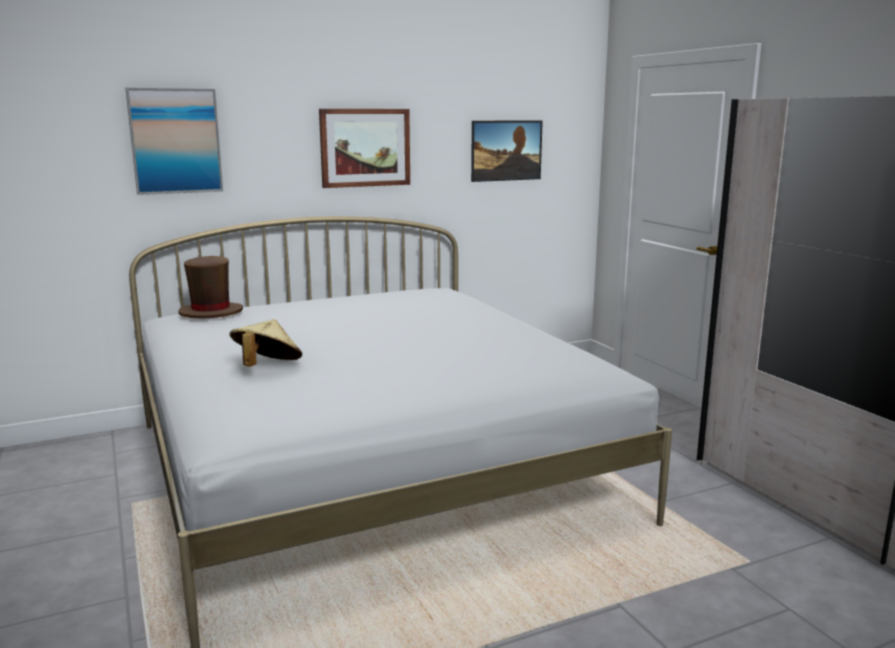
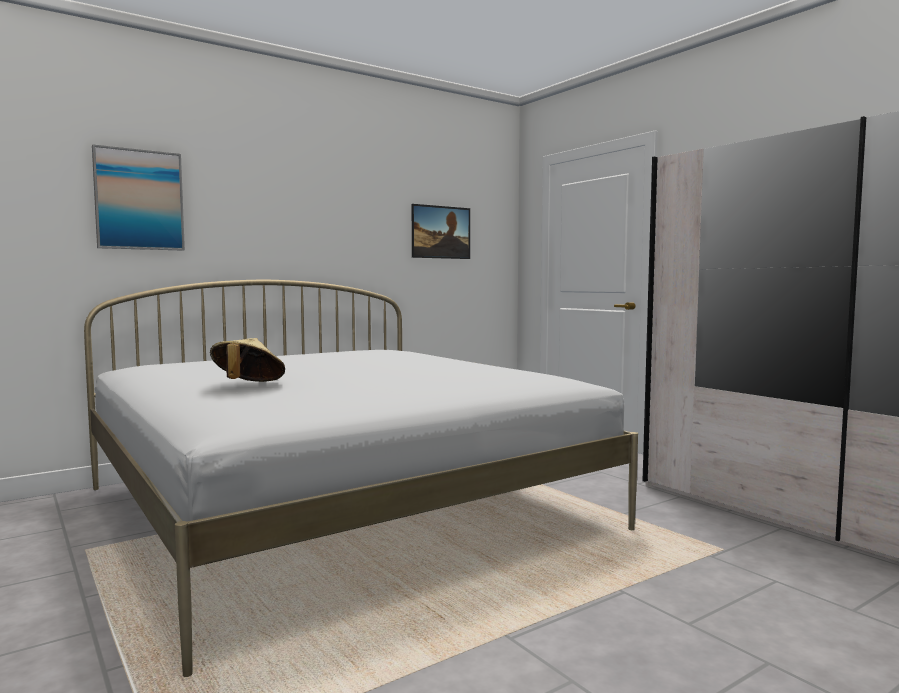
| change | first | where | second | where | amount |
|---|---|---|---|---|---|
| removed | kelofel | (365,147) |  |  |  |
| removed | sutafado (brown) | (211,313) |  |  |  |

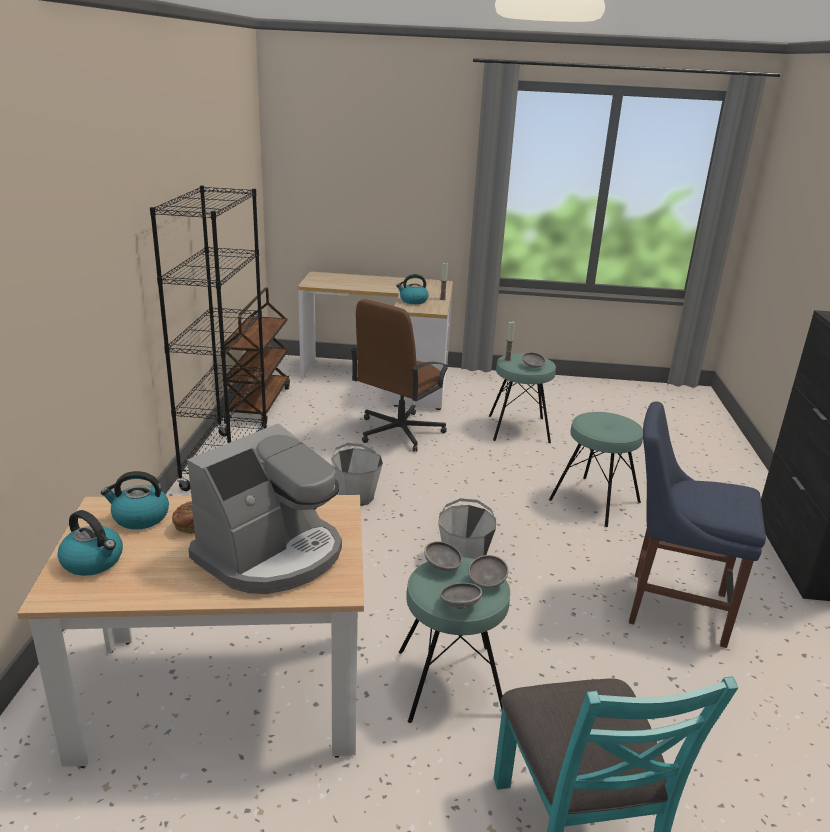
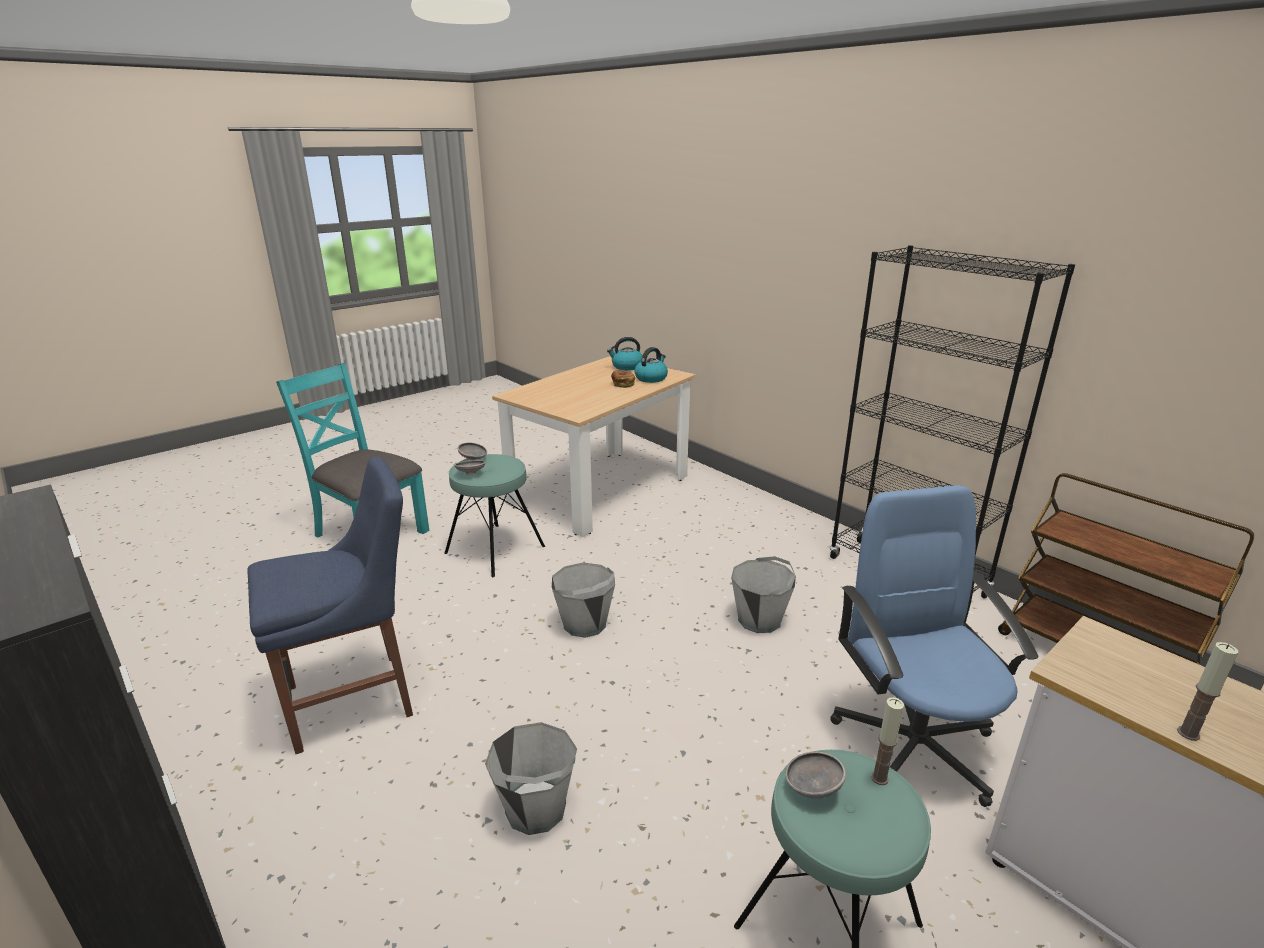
| change | first | where | second | where | amount |
|---|---|---|---|---|---|
| removed | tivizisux | (413,301) |  |  |  |
| recoloured | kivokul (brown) | (399,432) | kivokul (blue) | (914,744) |  |
| replaced | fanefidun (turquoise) | (594,501) | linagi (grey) | (535,808) |  |
| removed | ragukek | (271,554) |  |  |  |
| removed | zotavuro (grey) | (443,567) |  |  |  |

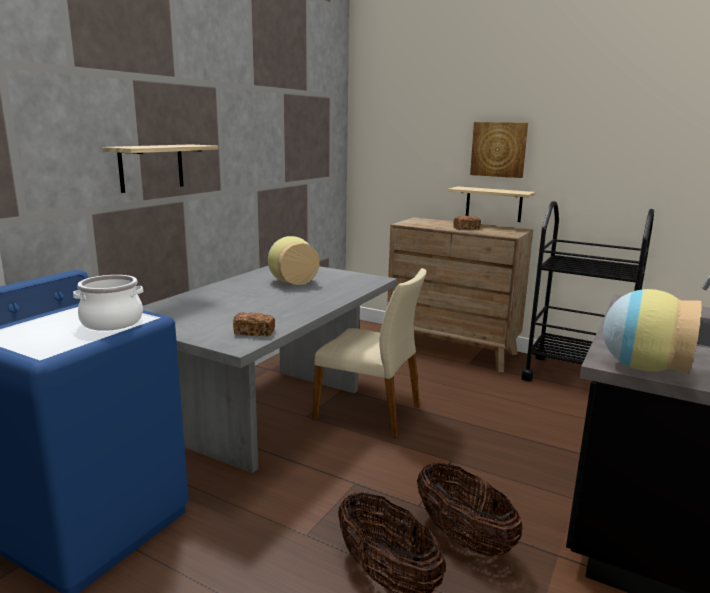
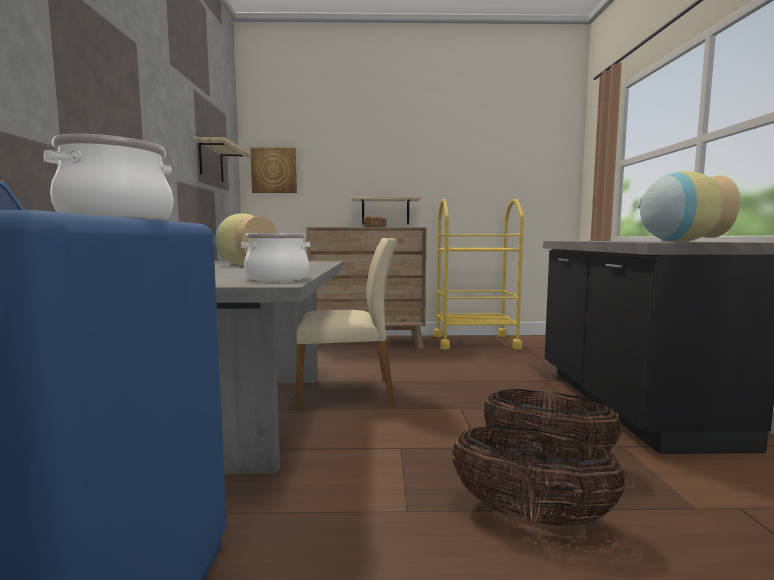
| change | first | where | second | where | amount |
|---|---|---|---|---|---|
| moved | kelofel | (498,149) |  | (274,170) |  |
| moved | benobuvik | (151,167) |  | (211,162) |  |
| recoloured | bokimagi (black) | (576,377) | bokimagi (yellow) | (475,342) |  |
| replaced | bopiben | (254,332) | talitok | (277,278) |  |

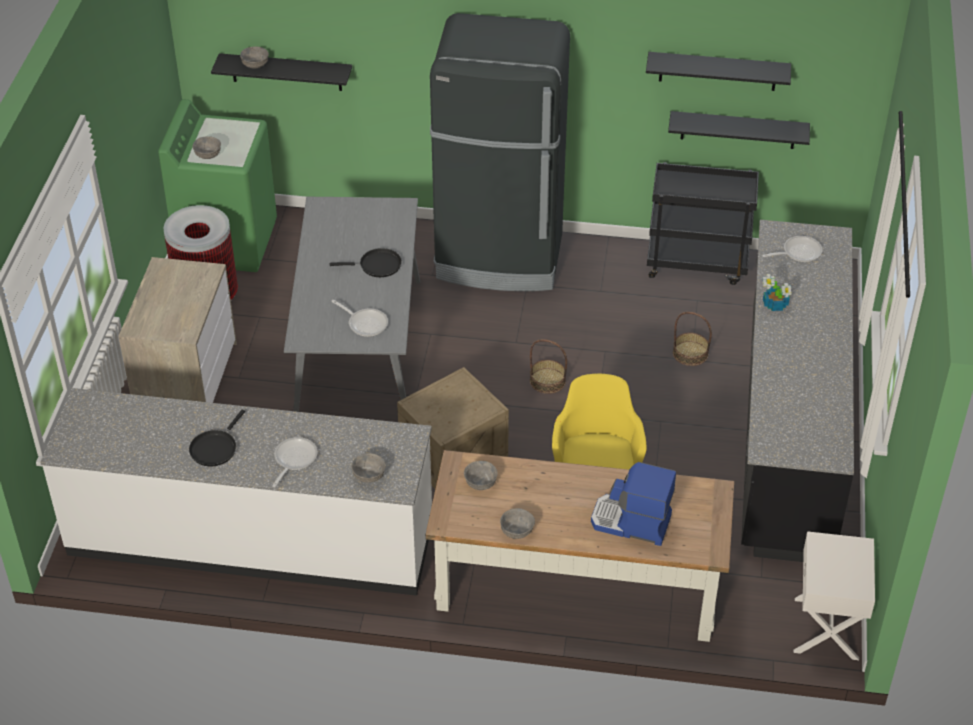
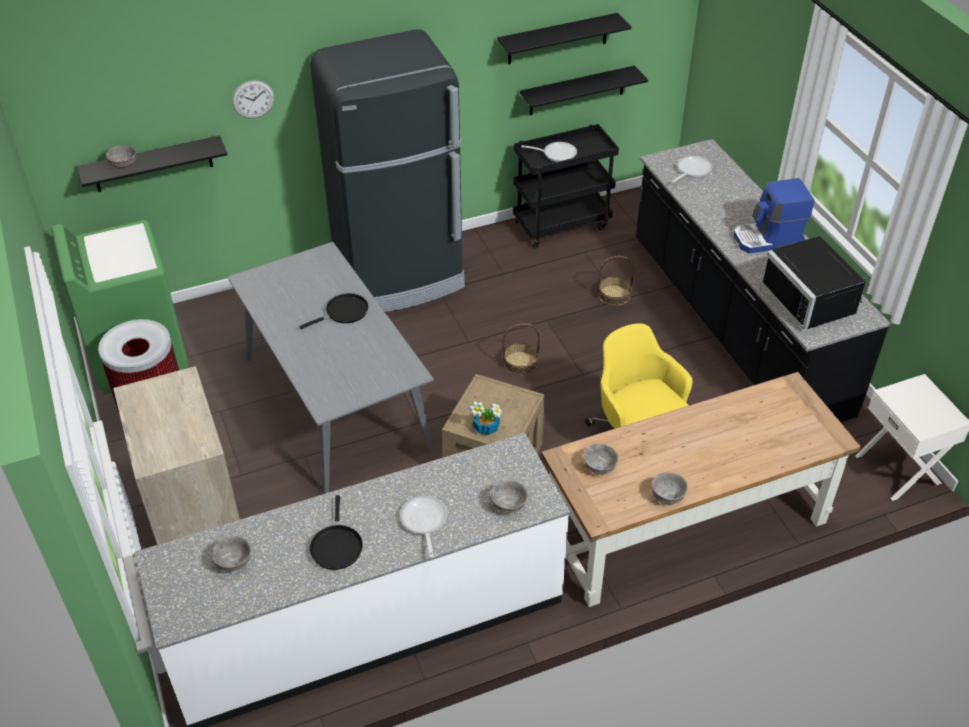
| change | first | where | second | where | amount |
|---|---|---|---|---|---|
| moved | zotavuro (grey) | (207,155) |  | (233,562) |  |
| moved | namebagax | (775,305) |  | (486,427) |  |
| moved | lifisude | (365,323) |  | (556,154) |  |
| moved | ragukek | (631,523) |  | (768,239) |  |
| added |  |  | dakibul | (253,99) |  |
| added |  |  | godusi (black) | (813,299) |  |

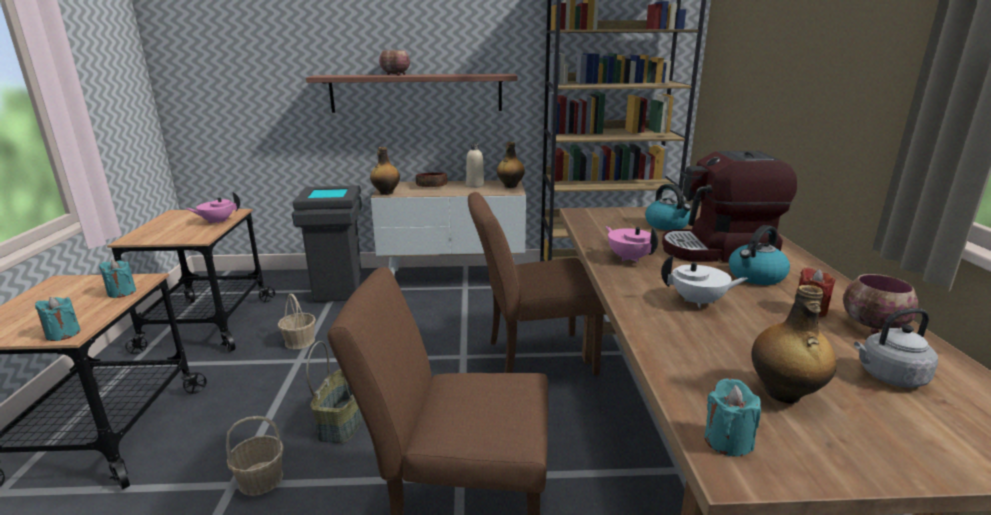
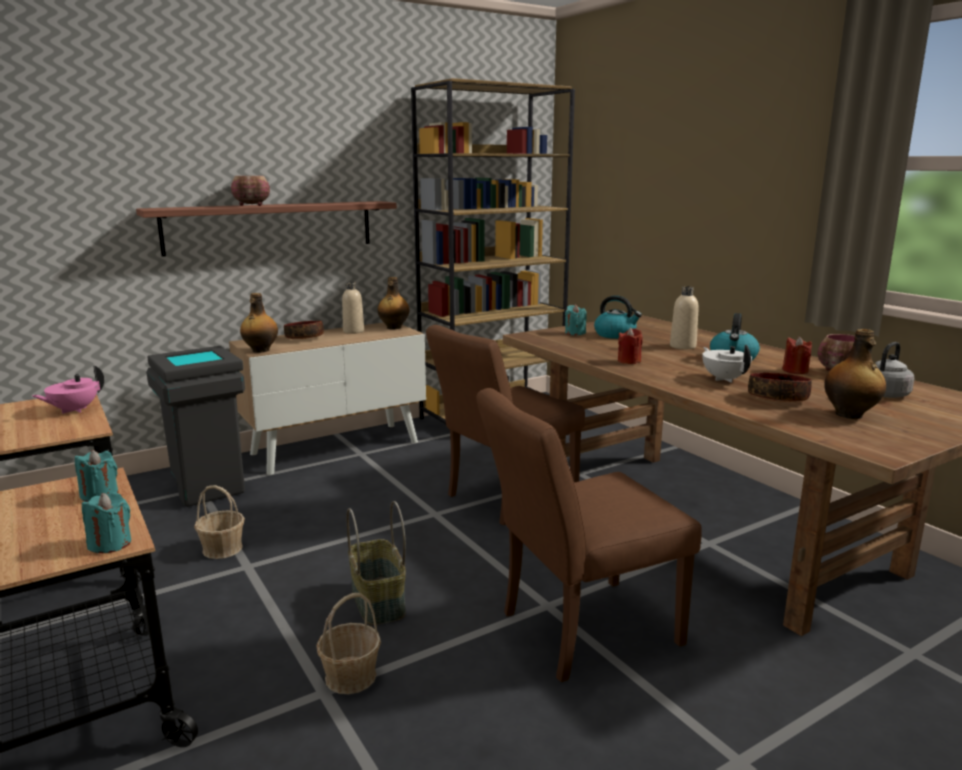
| change | first | where | second | where | amount |
|---|---|---|---|---|---|
| replaced | ragukek | (718,251) | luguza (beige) | (682,346) |  |
| replaced | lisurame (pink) | (629,258) | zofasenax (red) | (629,361) |  |
| turned | lisurame (white) | (698,302) |  | (724,379) | 90 degrees counterclockwise |
| moved | zofasenax (turquoise) | (727,441) |  | (575,333) |  |
| added |  |  | zotavuro | (778,399) |  |

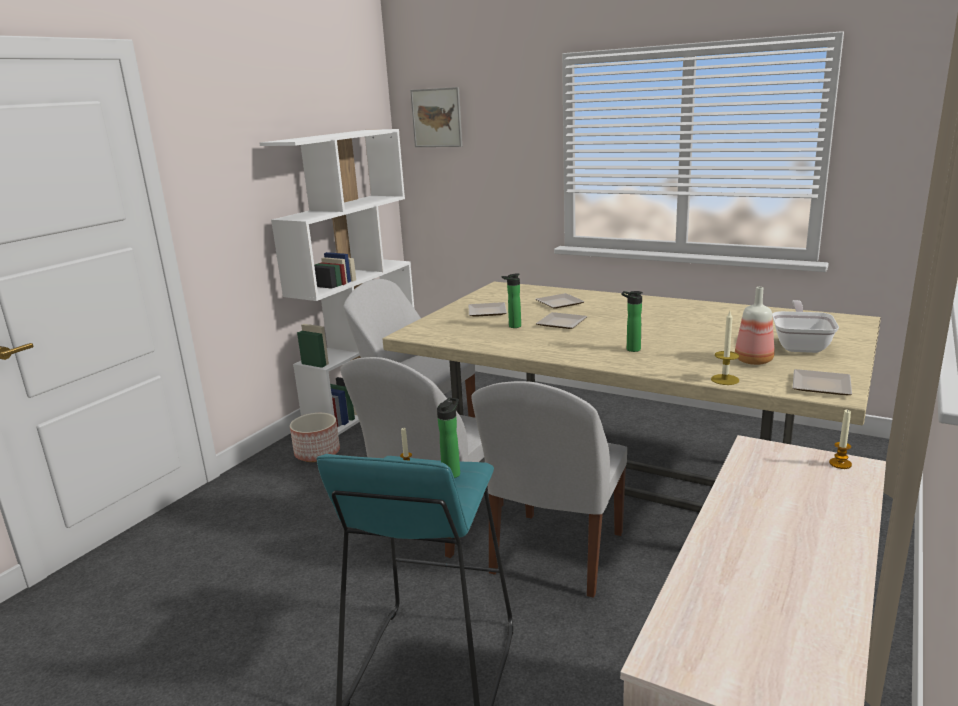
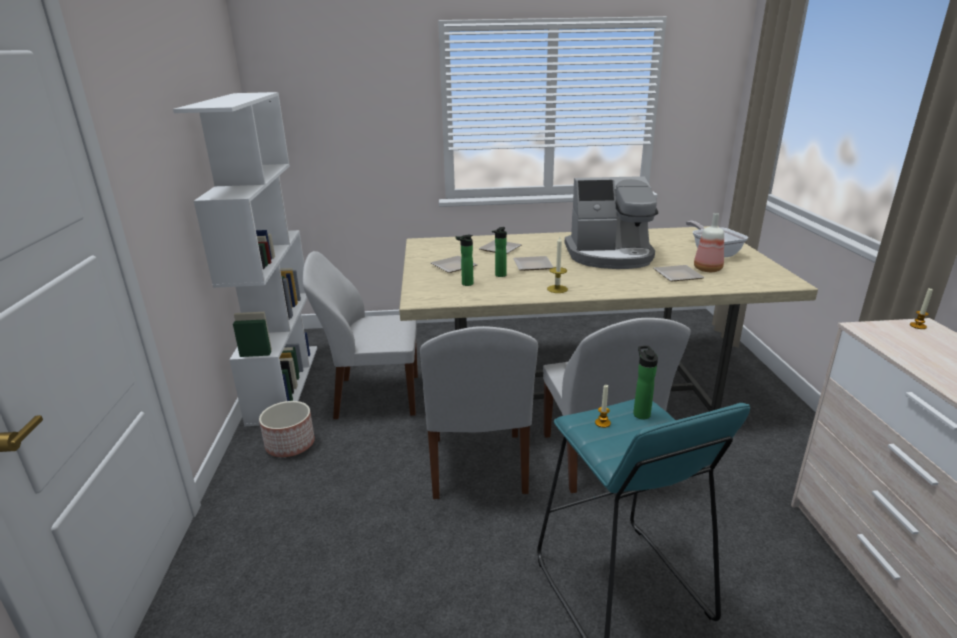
| change | first | where | second | where | amount |
|---|---|---|---|---|---|
| removed | kelofel | (437,118) |  |  |  |
| moved | luguza | (631,349) |  | (465,284) |  |
| moved | zofasenax | (725,379) |  | (557,289) |  |
| moved | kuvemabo | (819,386) |  | (677,276) |  |
| added |  |  | ragukek | (610,256) |  |

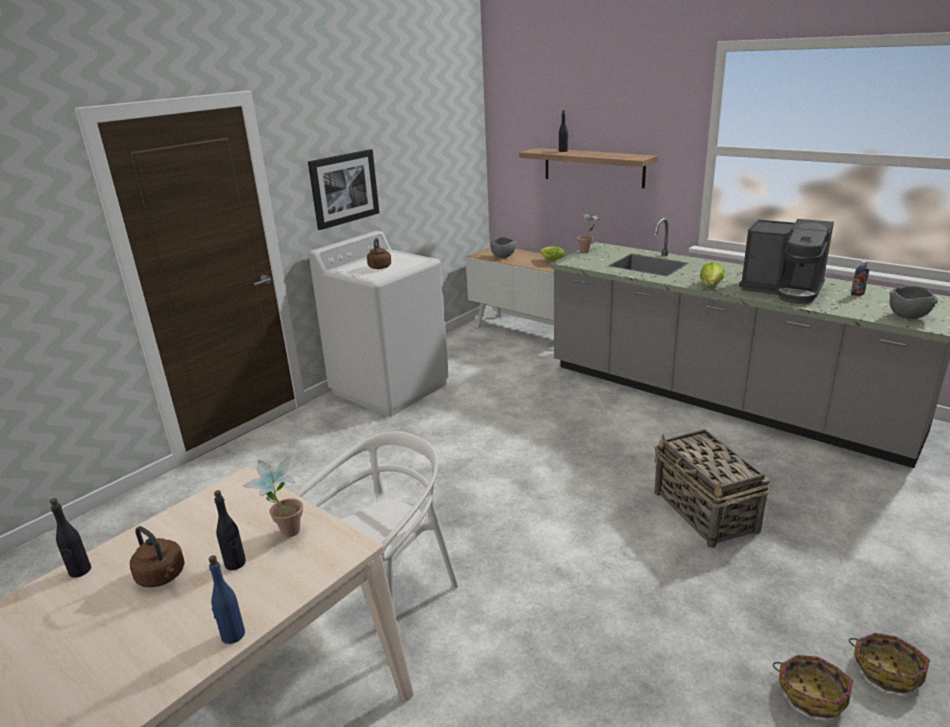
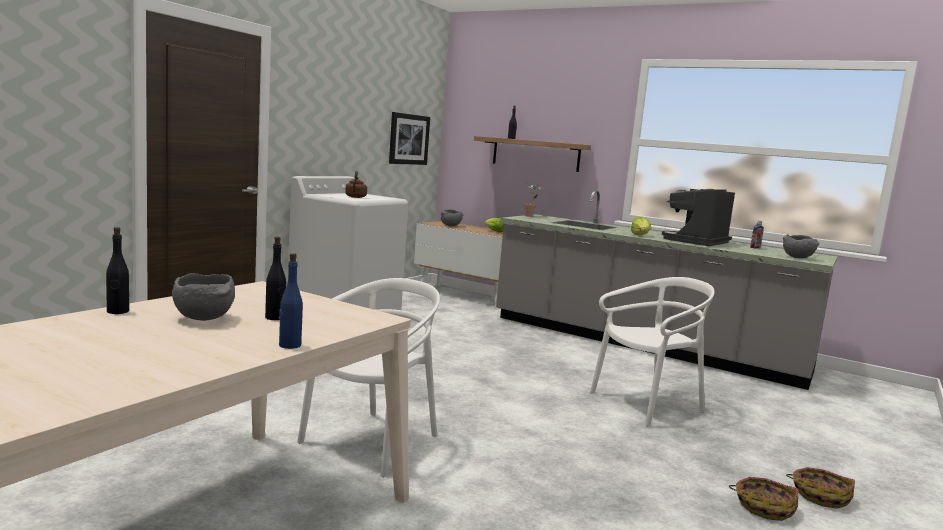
| change | first | where | second | where | amount |
|---|---|---|---|---|---|
| moved | kelofel | (344,188) |  | (408,139) |  |
| turned | ragukek | (783,290) |  | (697,242) | 105 degrees clockwise |
| replaced | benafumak | (705,512) | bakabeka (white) | (647,404) |  |
| removed | namebagax | (284,535) |  |  |  |
| replaced | tivizisux (brown) | (163,577) | zotavuro (grey) | (205,319) |  |

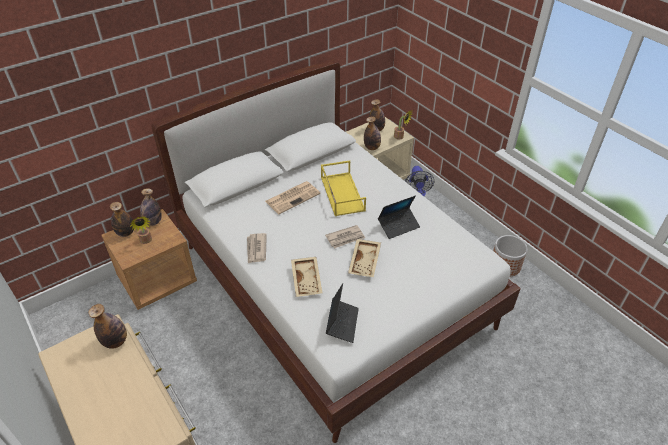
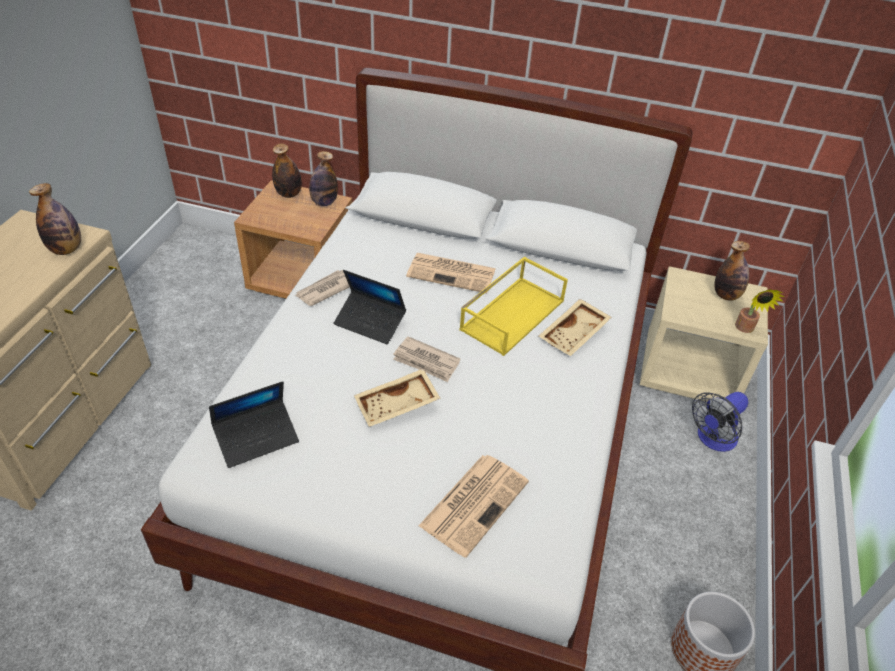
| change | first | where | second | where | amount |
|---|---|---|---|---|---|
| removed | luguza | (372,147) |  |  |  |
| moved | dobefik | (398,226) |  | (370,322) |  |
| removed | namebagax | (146,241) |  |  |  |
| moved | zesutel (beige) | (307,280) |  | (574,334) |  |
| added |  |  | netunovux | (475,502) |  |

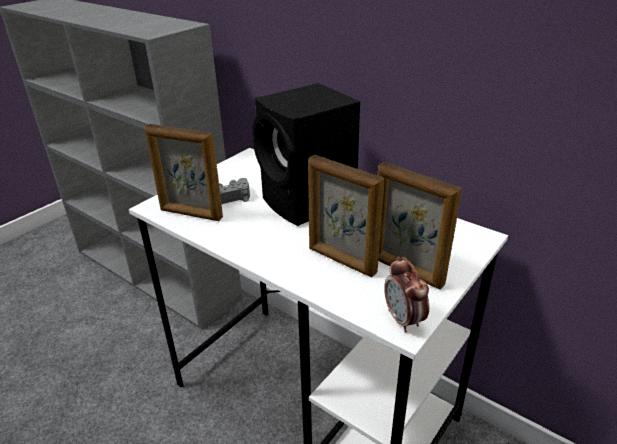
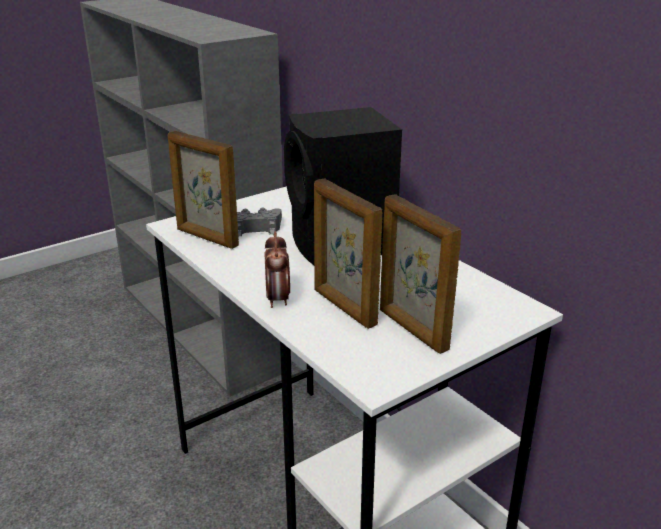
| change | first | where | second | where | amount |
|---|---|---|---|---|---|
| moved | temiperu | (403,320) |  | (278,299) |  |

